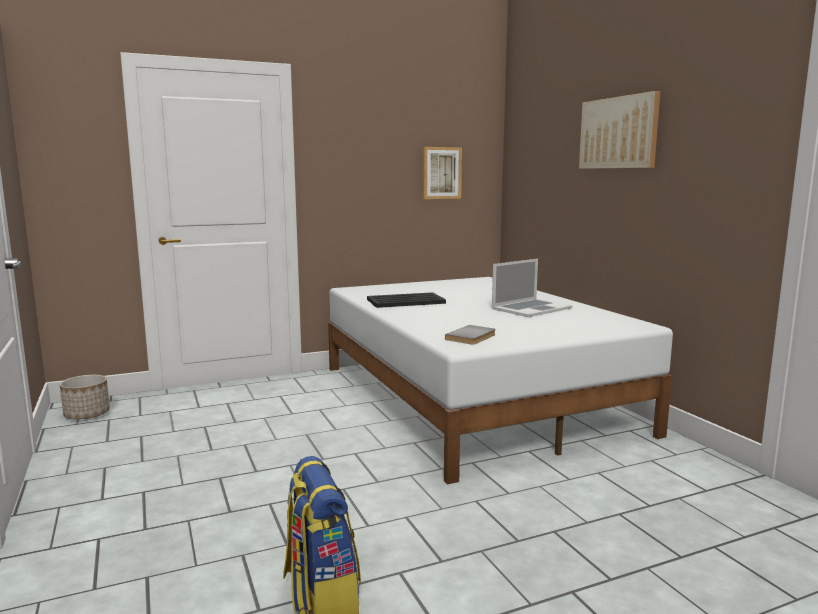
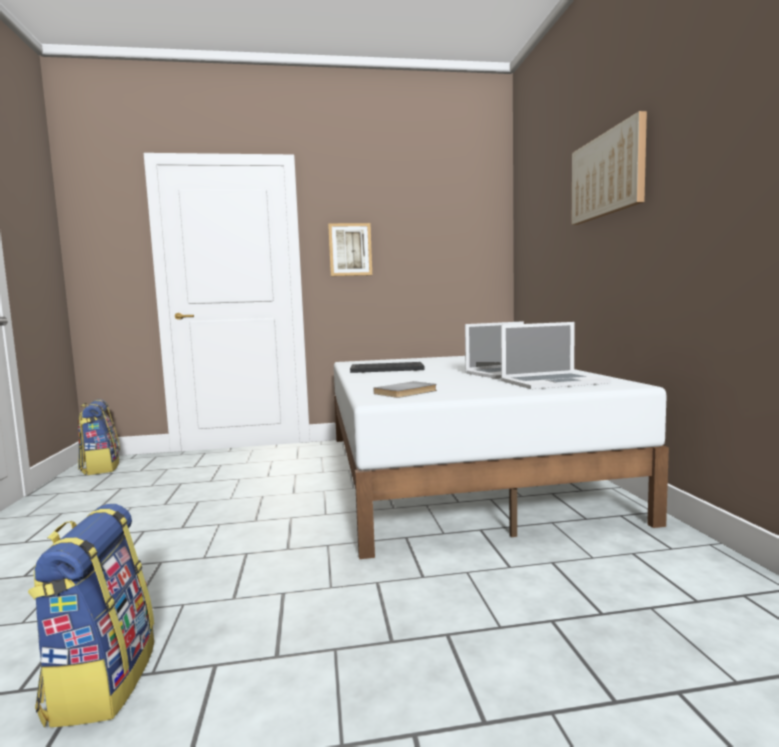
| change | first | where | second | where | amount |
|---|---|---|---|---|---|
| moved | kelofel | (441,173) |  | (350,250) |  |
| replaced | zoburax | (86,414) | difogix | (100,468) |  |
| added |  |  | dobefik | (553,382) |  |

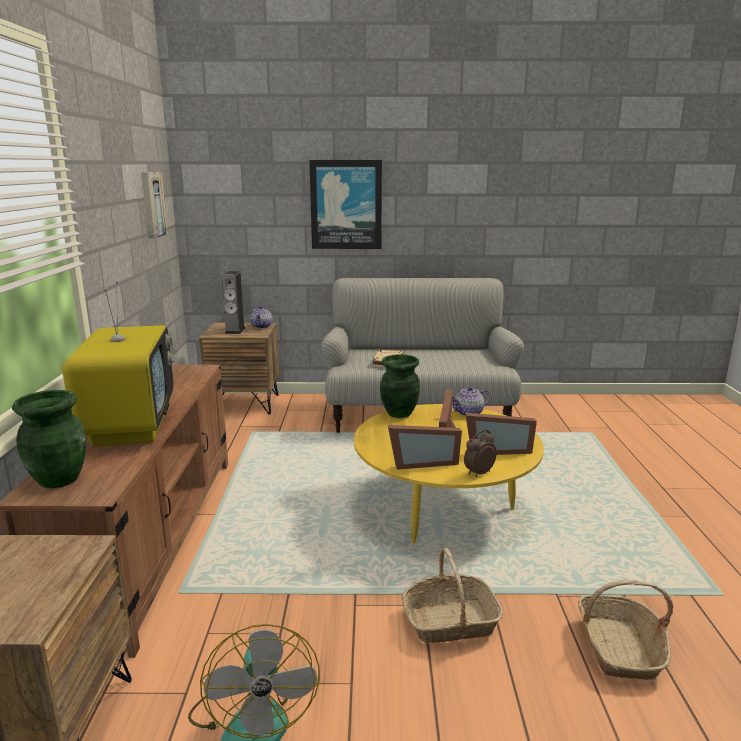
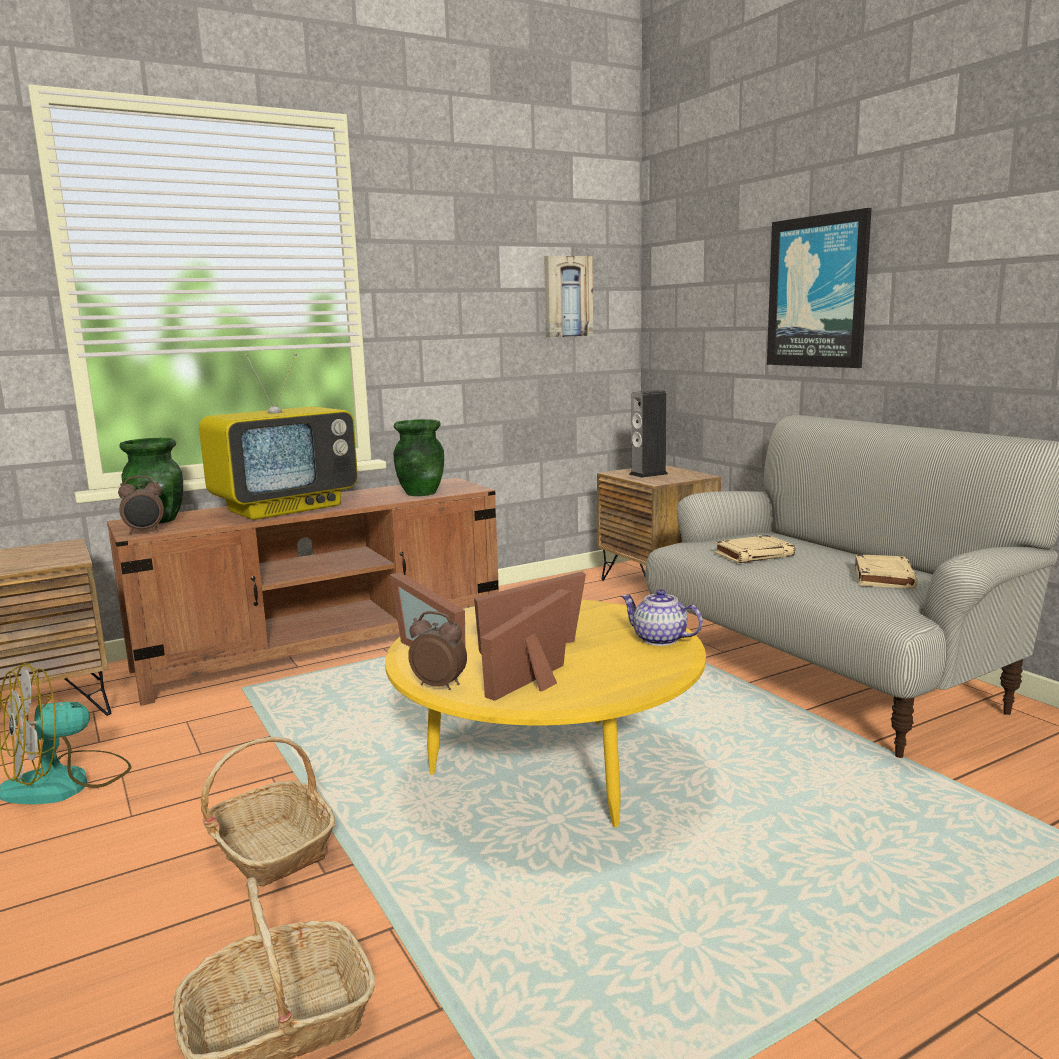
| change | first | where | second | where | amount |
|---|---|---|---|---|---|
| removed | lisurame | (262,326) |  |  |  |
| moved | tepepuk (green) | (399,413) |  | (420,493) |  |
| turned | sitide | (496,450) |  | (538,681) | 75 degrees clockwise |
| added |  |  | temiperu | (145,532) |  |
| added |  |  | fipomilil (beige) | (883,577) |  |

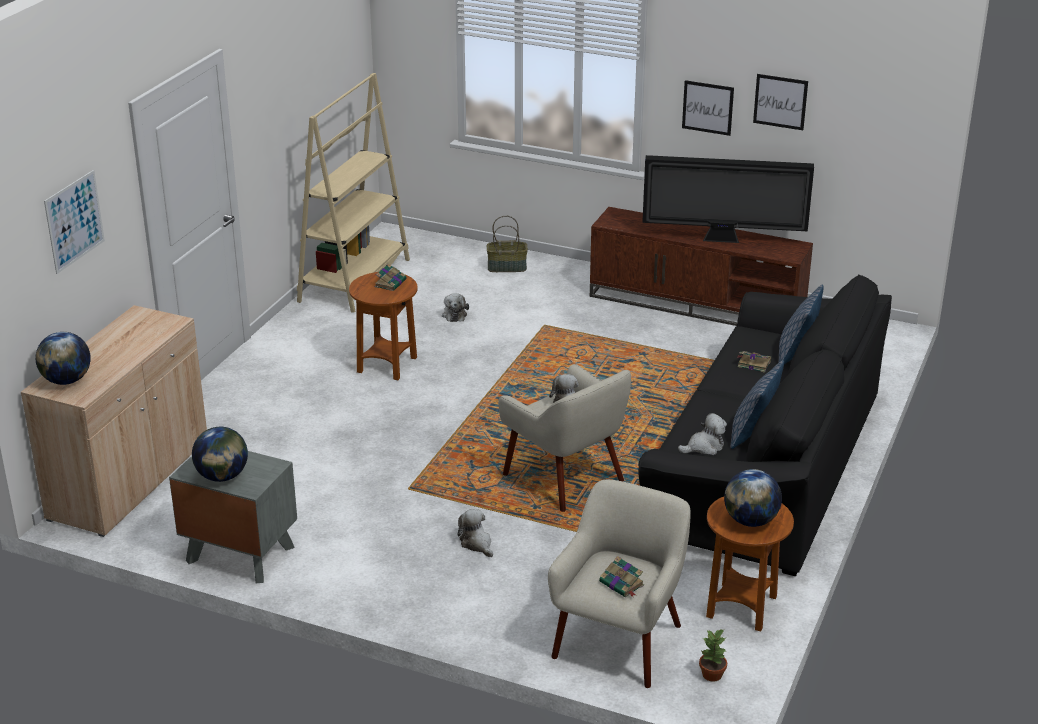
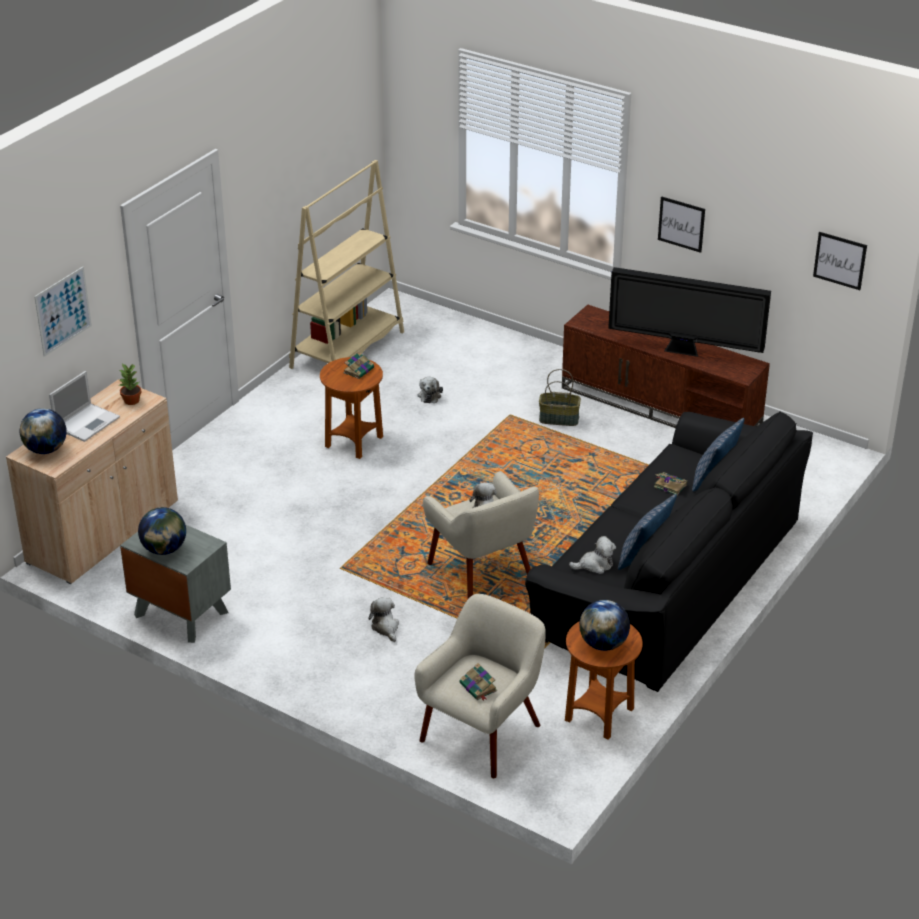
| change | first | where | second | where | amount |
|---|---|---|---|---|---|
| moved | kelofel | (780,101) |  | (840,260) |  |
| moved | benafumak | (507,267) |  | (559,419) |  |
| moved | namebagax | (712,675) |  | (132,401) |  |
| added |  |  | dobefik | (87,422) |  |

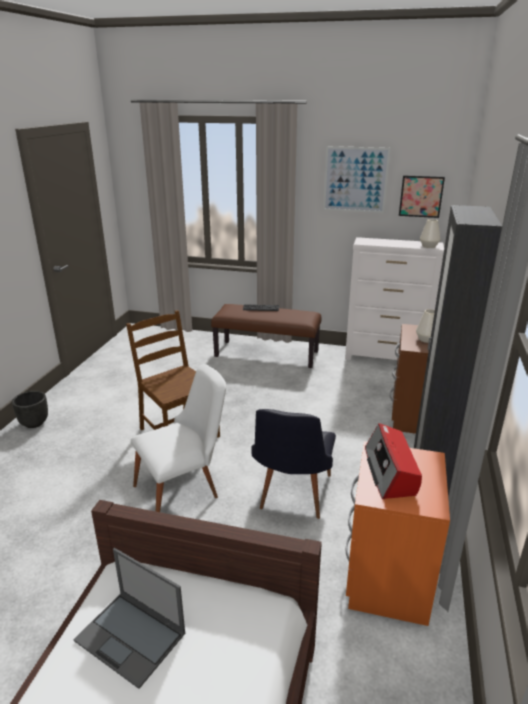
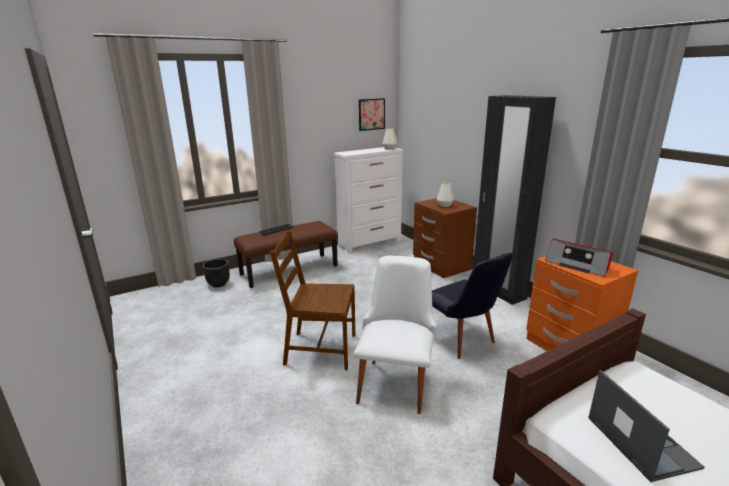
| change | first | where | second | where | amount |
|---|---|---|---|---|---|
| removed | kelofel | (355,180) |  |  |  |
| moved | zoburax (black) | (34,423) |  | (218,284) |  |
| turned | dobefik | (131,637) |  | (640,441) | 90 degrees counterclockwise |

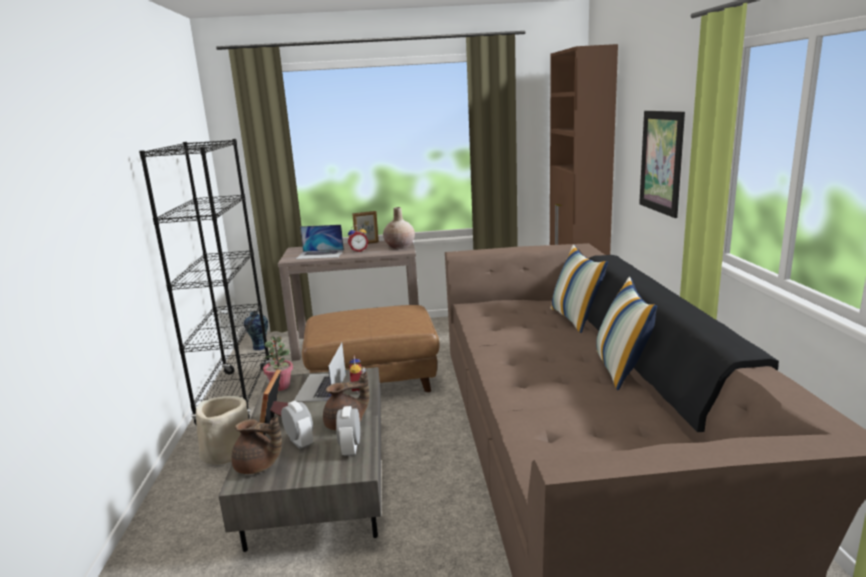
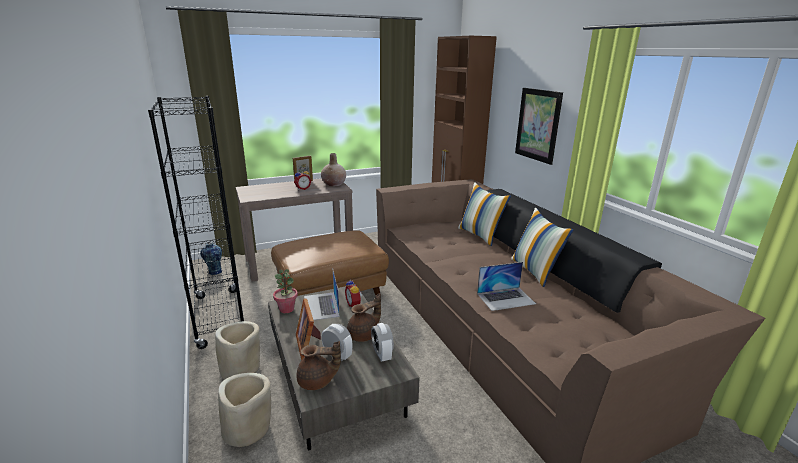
| change | first | where | second | where | amount |
|---|---|---|---|---|---|
| moved | dobefik | (320,254) |  | (506,298) |  |
| added |  |  | zoburax (beige) | (247,429) |  |

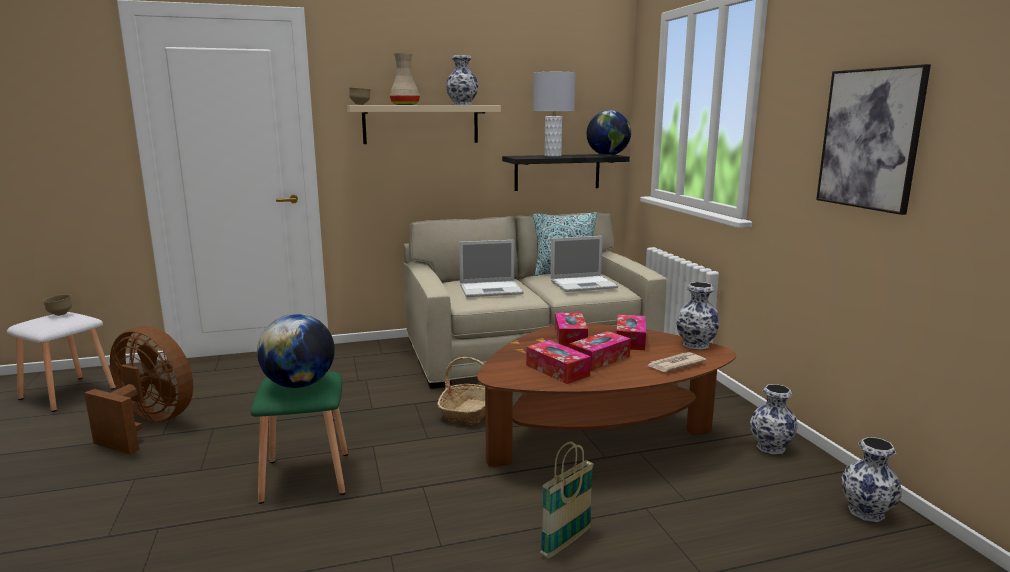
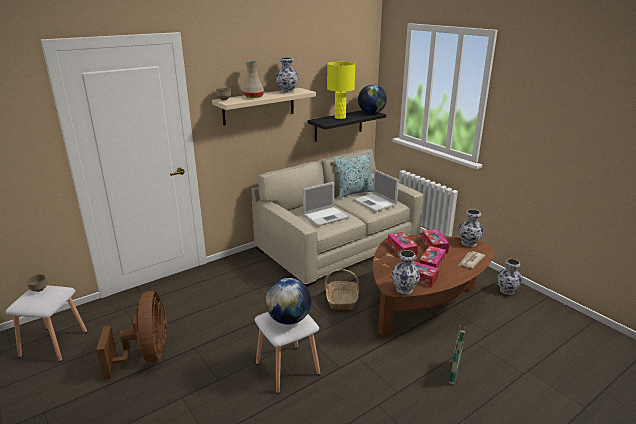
| change | first | where | second | where | amount |
|---|---|---|---|---|---|
| removed | kelofel | (870,139) |  |  |  |
| recoloured | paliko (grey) | (553,156) | paliko (yellow) | (340,117) |  |
| turned | dobefik | (584,284) |  | (375,203) | 90 degrees clockwise |
| turned | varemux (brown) | (149,425) |  | (146,356) | 75 degrees clockwise |
| recoloured | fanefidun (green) | (307,476) | fanefidun (white) | (288,367) |  |
| moved | tepepuk | (865,512) |  | (403,289) |  |

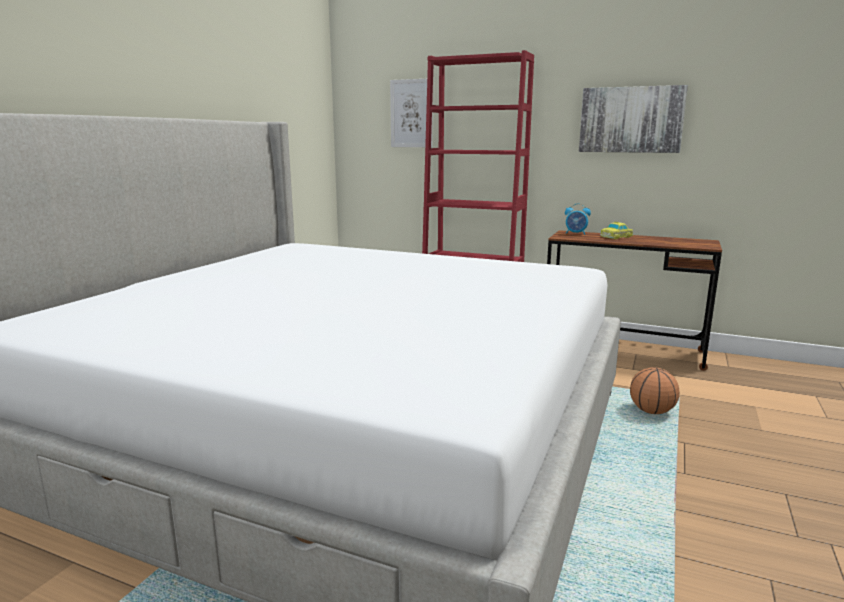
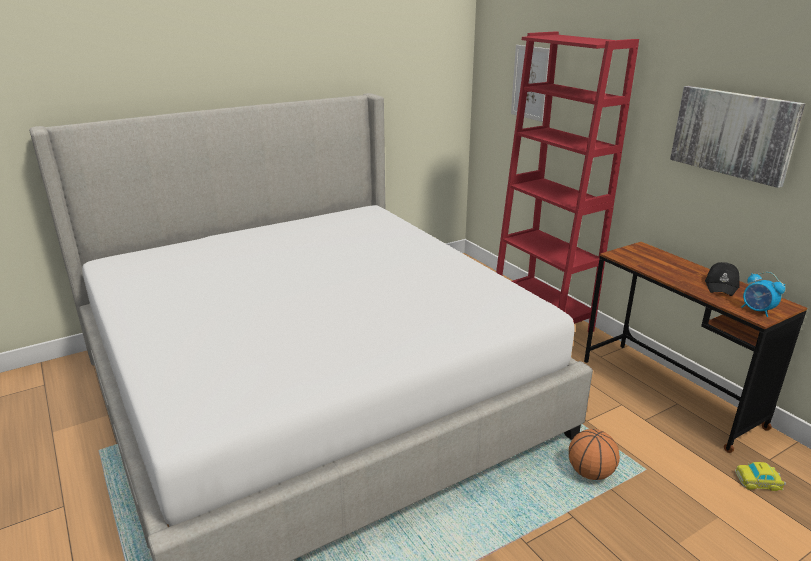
| change | first | where | second | where | amount |
|---|---|---|---|---|---|
| moved | temiperu | (576,233) |  | (757,311) |  |
| moved | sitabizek | (616,237) |  | (759,481) |  |
| added |  |  | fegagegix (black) | (722,285) |  |

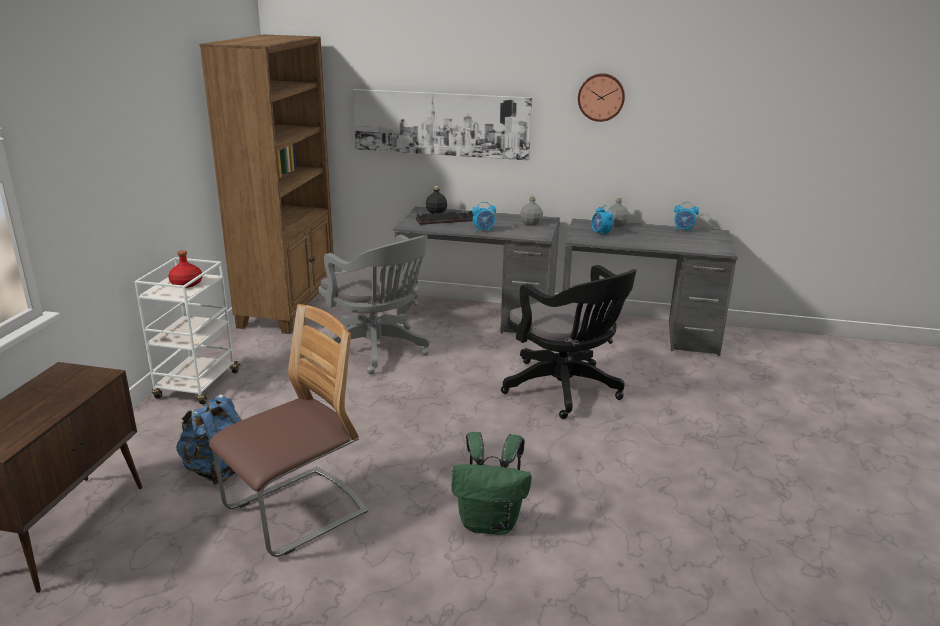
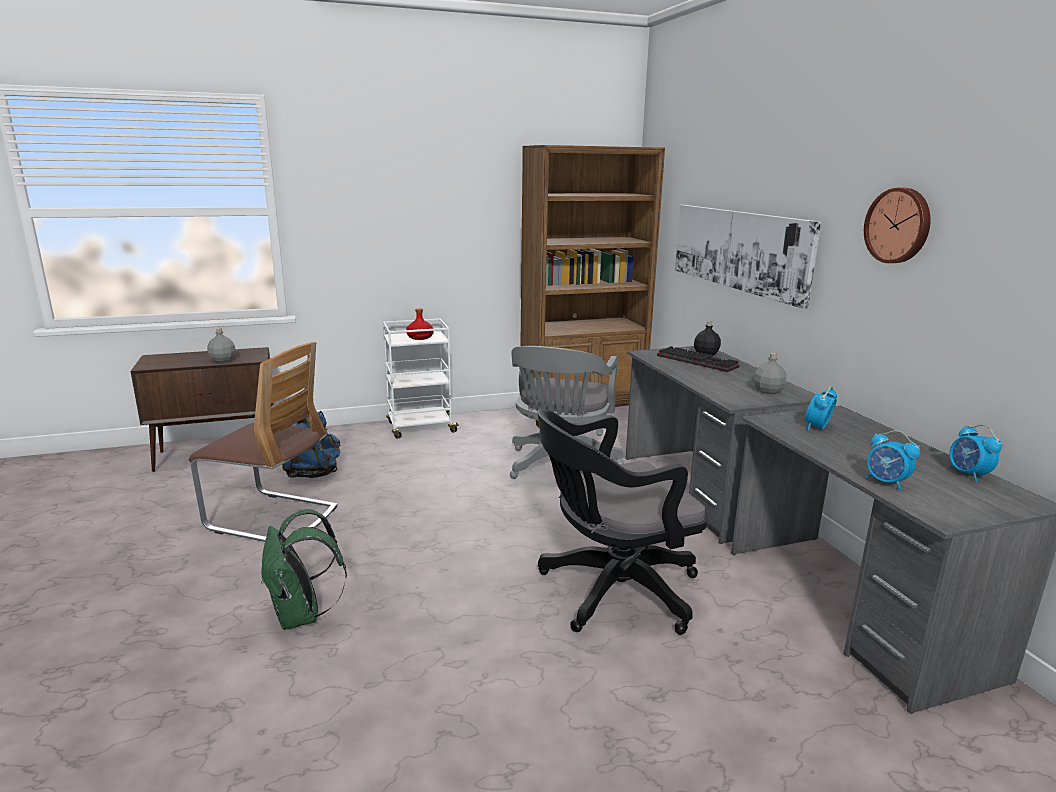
| change | first | where | second | where | amount |
|---|---|---|---|---|---|
| moved | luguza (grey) | (616,225) |  | (223,360) |  |
| moved | temiperu | (484,230) |  | (886,483) |  |
| turned | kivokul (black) | (565,390) |  | (611,592) | 45 degrees clockwise |

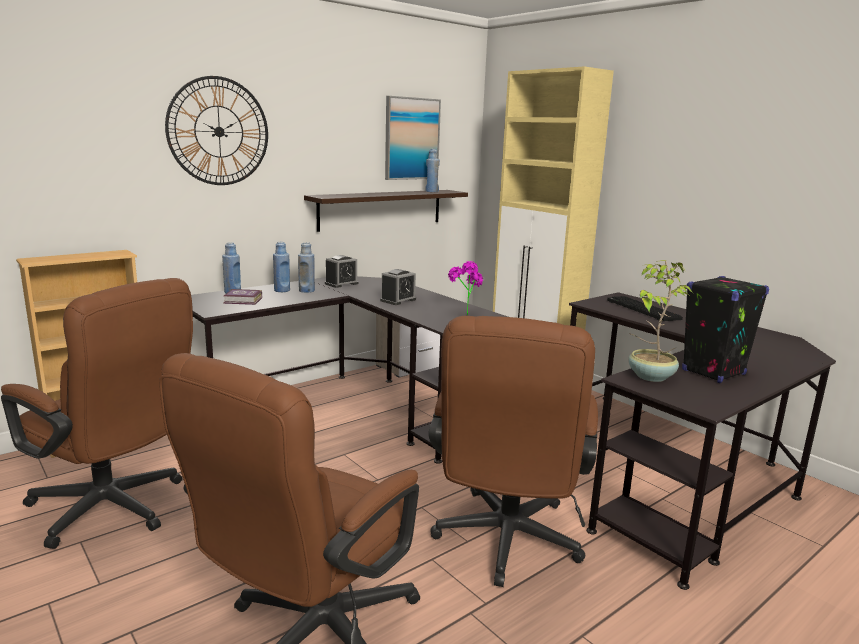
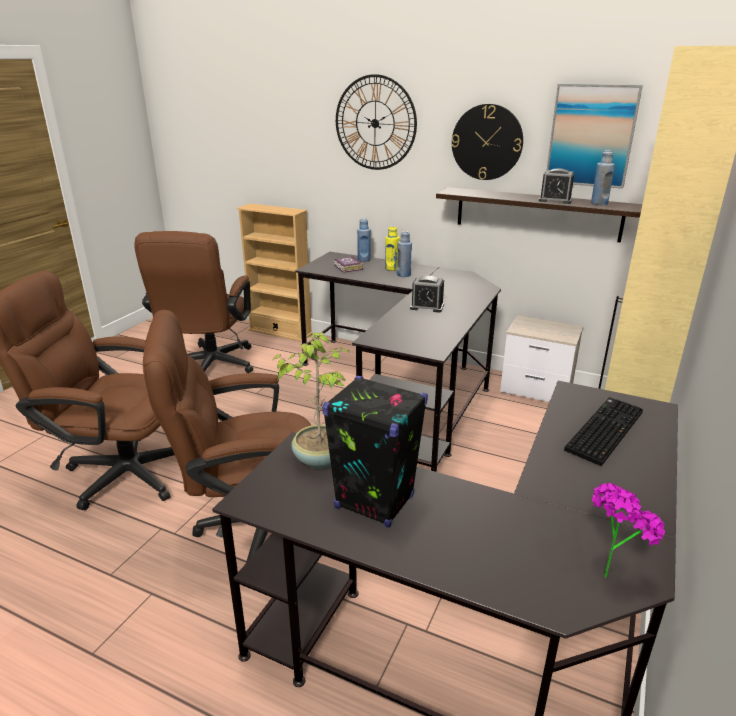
| change | first | where | second | where | amount |
|---|---|---|---|---|---|
| recoloured | luguza (blue) | (282,290) | luguza (yellow) | (392,269) |  |
| moved | temiperu | (341,284) |  | (555,200) |  |
| moved | namebagax | (464,313) |  | (609,569) |  |
| added |  |  | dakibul | (487,142) |  |

